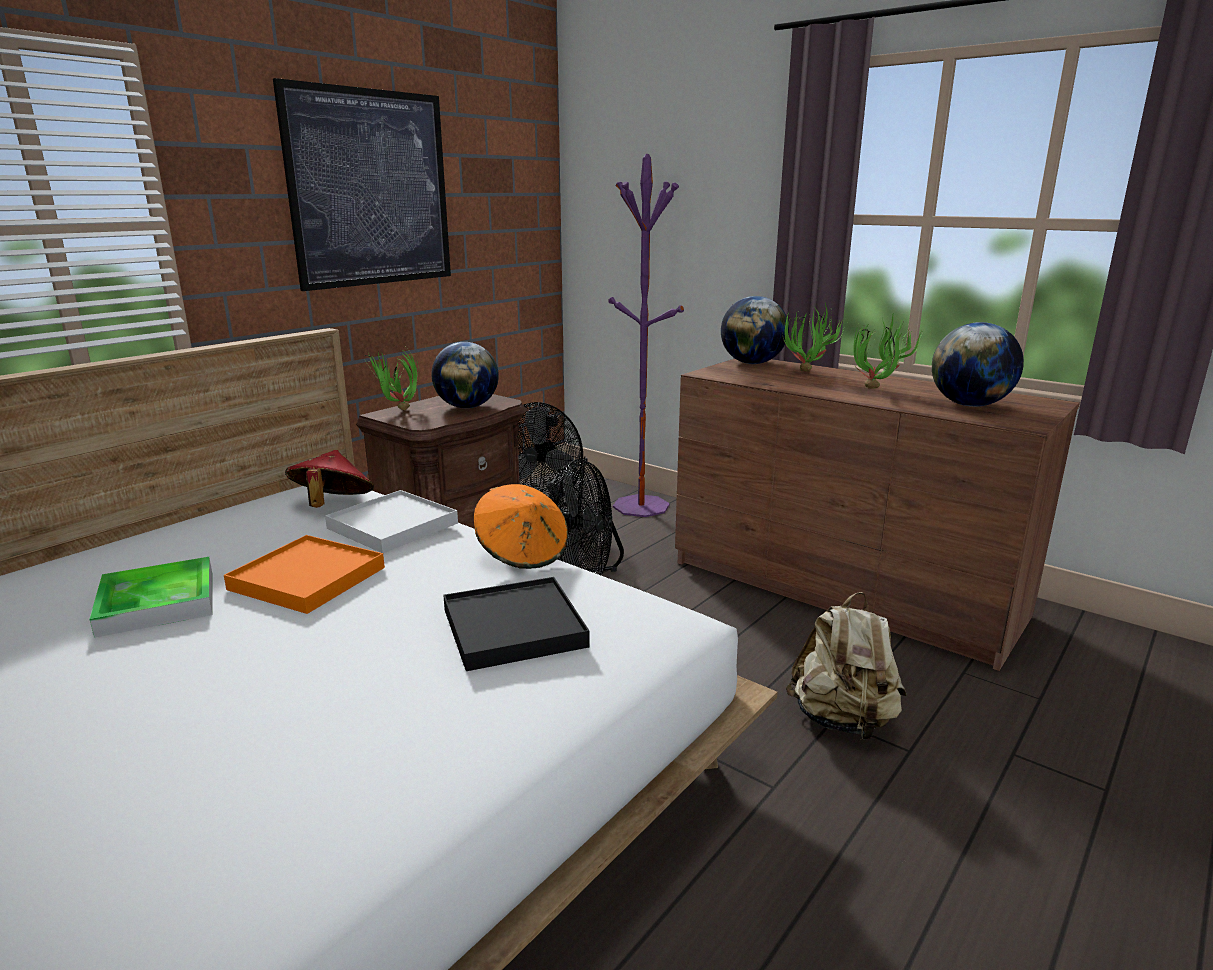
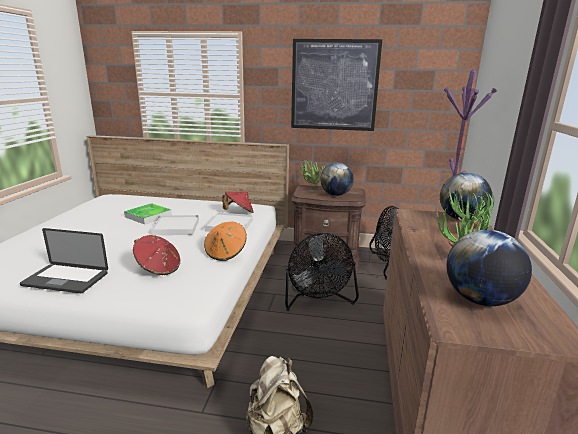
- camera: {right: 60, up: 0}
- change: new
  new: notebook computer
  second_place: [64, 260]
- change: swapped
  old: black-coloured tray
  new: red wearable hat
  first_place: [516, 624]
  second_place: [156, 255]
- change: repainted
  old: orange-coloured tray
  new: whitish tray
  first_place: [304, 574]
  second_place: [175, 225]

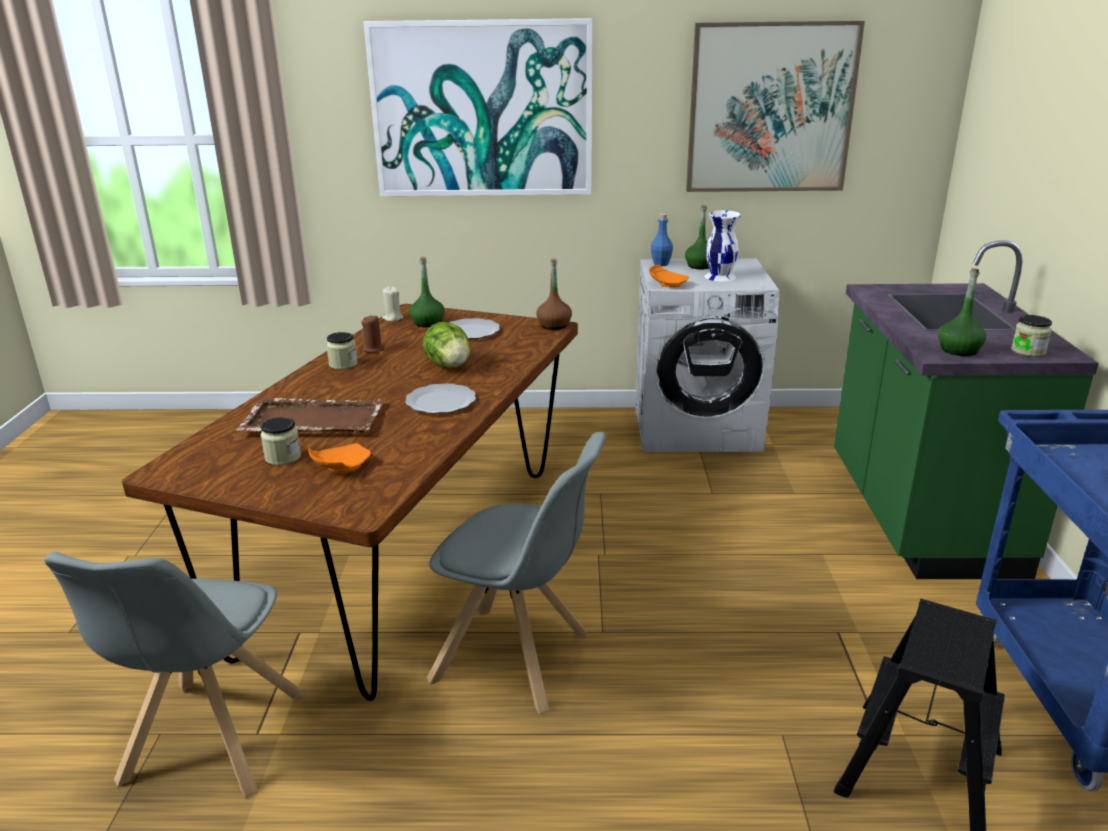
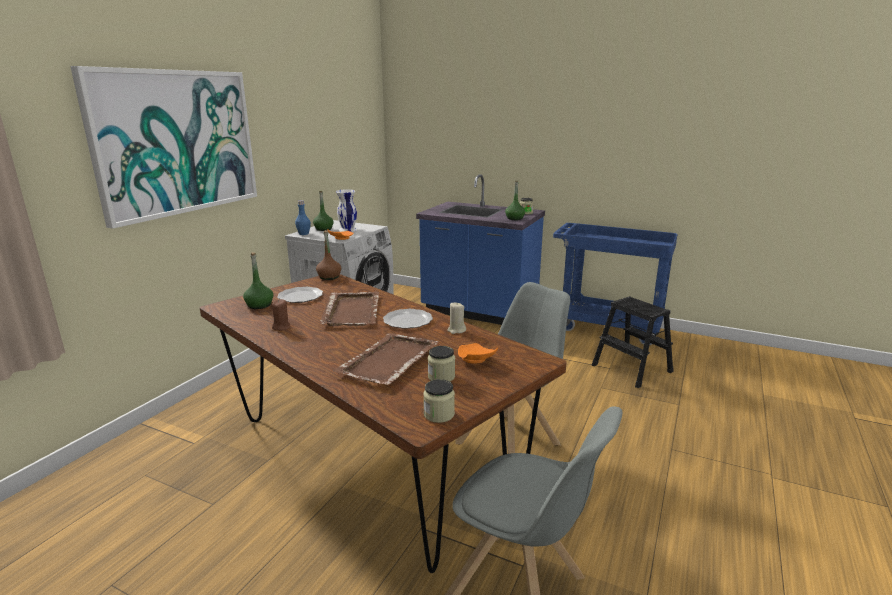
- camera: {right: -65, up: -5}
- change: gone
  old: wall picture
  first_place: [775, 106]
- change: shifted
  old: preserve jar
  first_place: [342, 351]
  second_place: [439, 401]
- change: shifted
  old: sand-coloured wax candle
  first_place: [392, 303]
  second_place: [456, 318]
- change: swapped
  old: lettuce head
  new: brownish tray
  first_place: [446, 345]
  second_place: [349, 309]
- change: repainted
  old: green counter
  new: blue-coloured counter
  first_place: [966, 409]
  second_place: [480, 249]

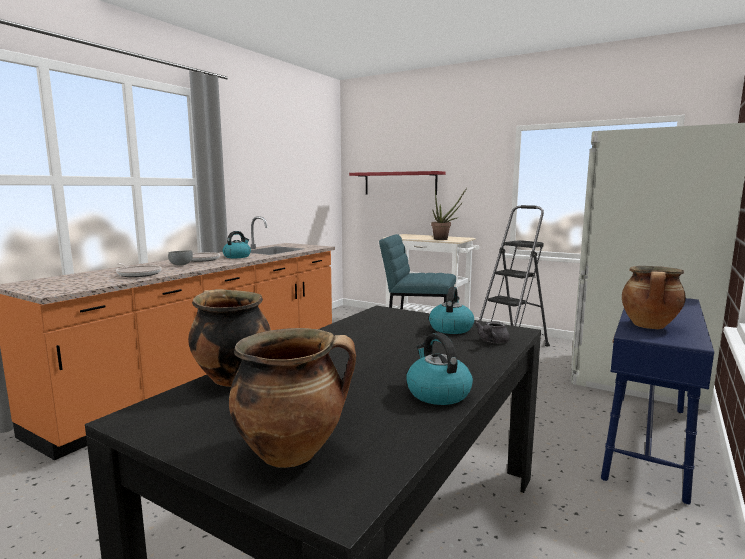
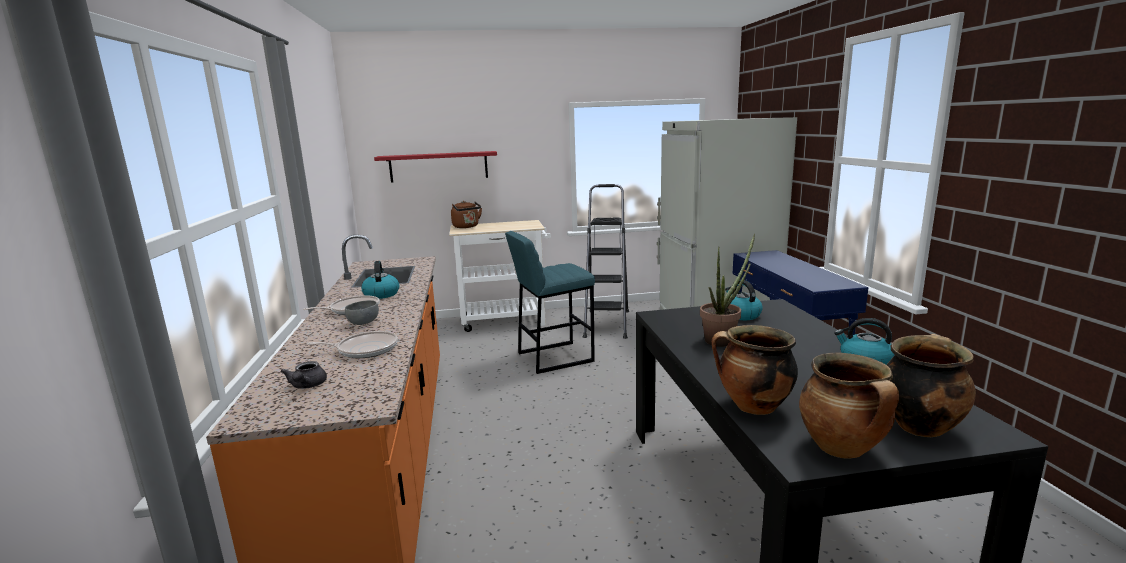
- camera: {right: -40, up: 5}
- change: new
  new: brownish water kettle
  second_place: [466, 214]
- change: shifted
  old: plant in a pot
  first_place: [449, 214]
  second_place: [727, 290]
- change: shifted
  old: greyish pot for tea
  first_place: [492, 332]
  second_place: [303, 375]
- change: shifted
  old: cooking pot
  first_place: [654, 297]
  second_place: [849, 405]

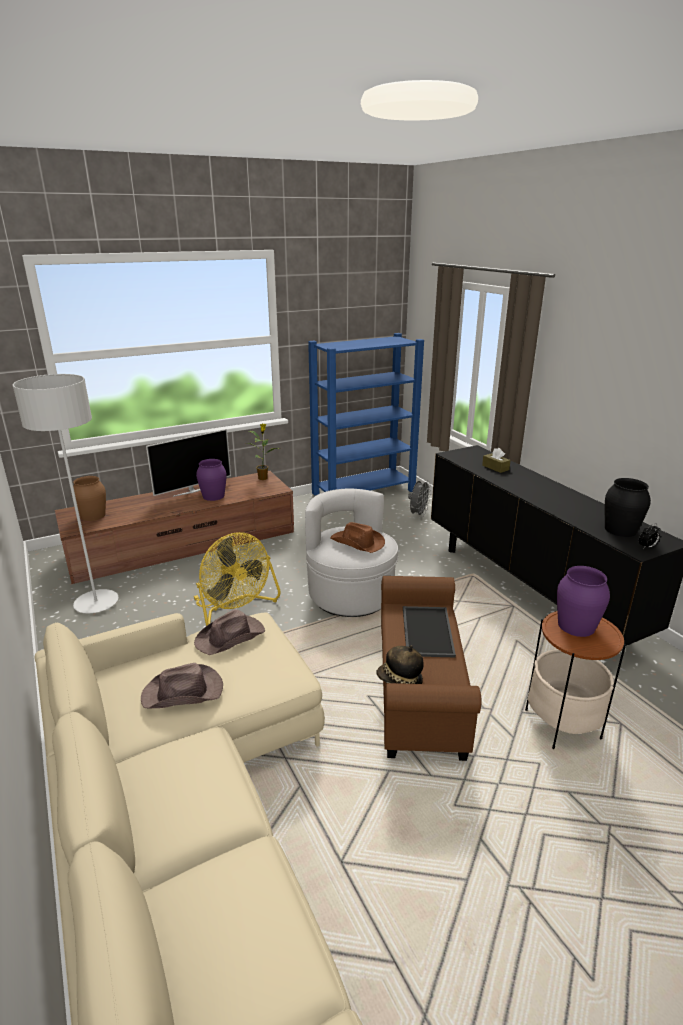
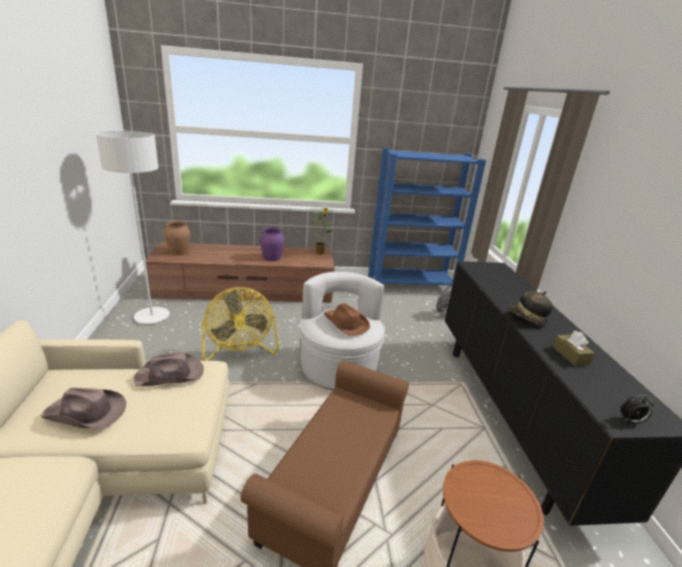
- camera: {right: 20, up: 0}
- change: gone
  old: TV
  first_place: [188, 463]
- change: gone
  old: tray
  first_place: [429, 632]
- change: gone
  old: purple-coloured vase
  first_place: [583, 601]
- change: gone
  old: black-coloured vase
  first_place: [628, 507]
- change: shifted
  old: wearable hat
  first_place: [400, 664]
  second_place: [531, 308]
- change: shifted
  old: brownish tissue box
  first_place: [496, 460]
  second_place: [574, 348]

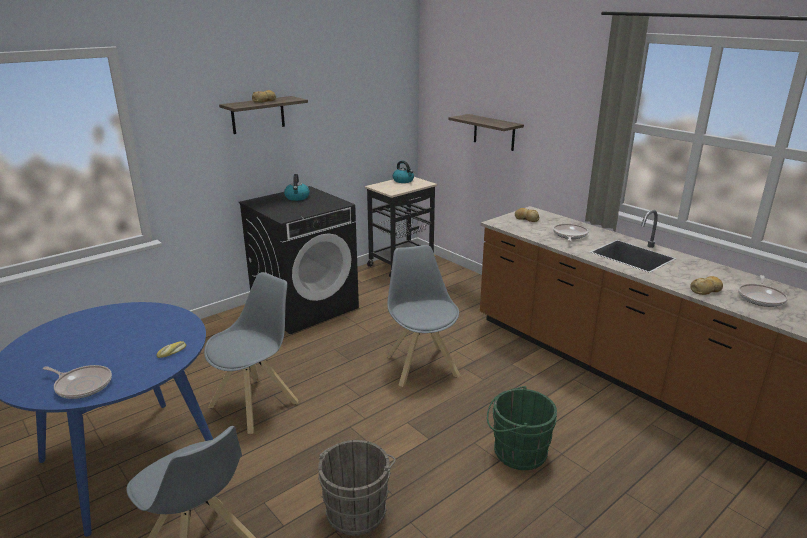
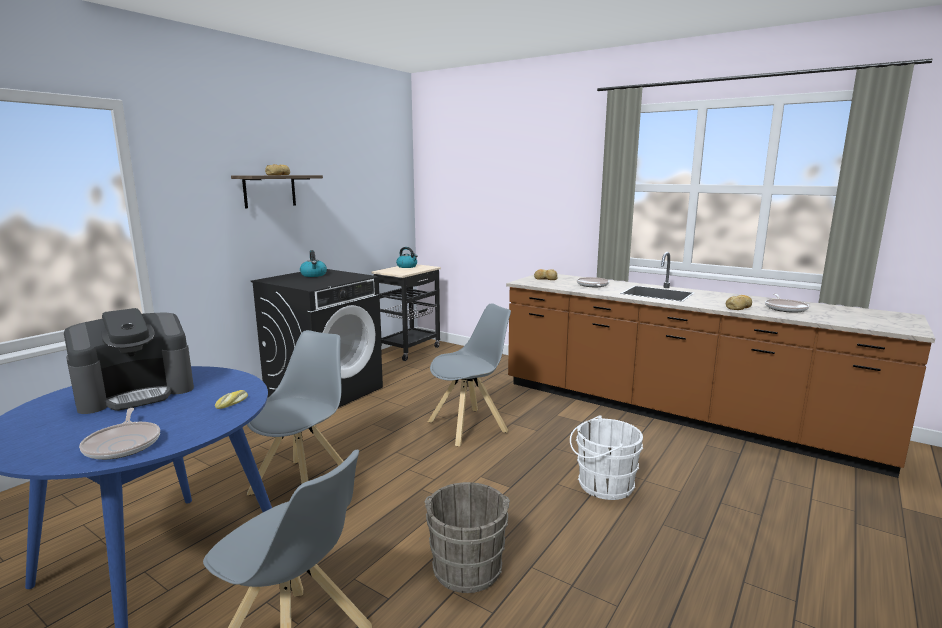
- camera: {right: -15, up: -10}
- change: gone
  old: bracket shelf
  first_place: [486, 132]
- change: new
  new: coffee brewer
  second_place: [129, 361]
- change: repainted
  old: green pail
  new: whitish pail
  first_place: [522, 428]
  second_place: [606, 457]
- change: rotated
  old: frying pan
  first_place: [77, 382]
  second_place: [119, 434]
  degrees: 60
- change: rotated
  old: greyish upright chair
  first_place: [423, 316]
  second_place: [469, 374]
  degrees: 90

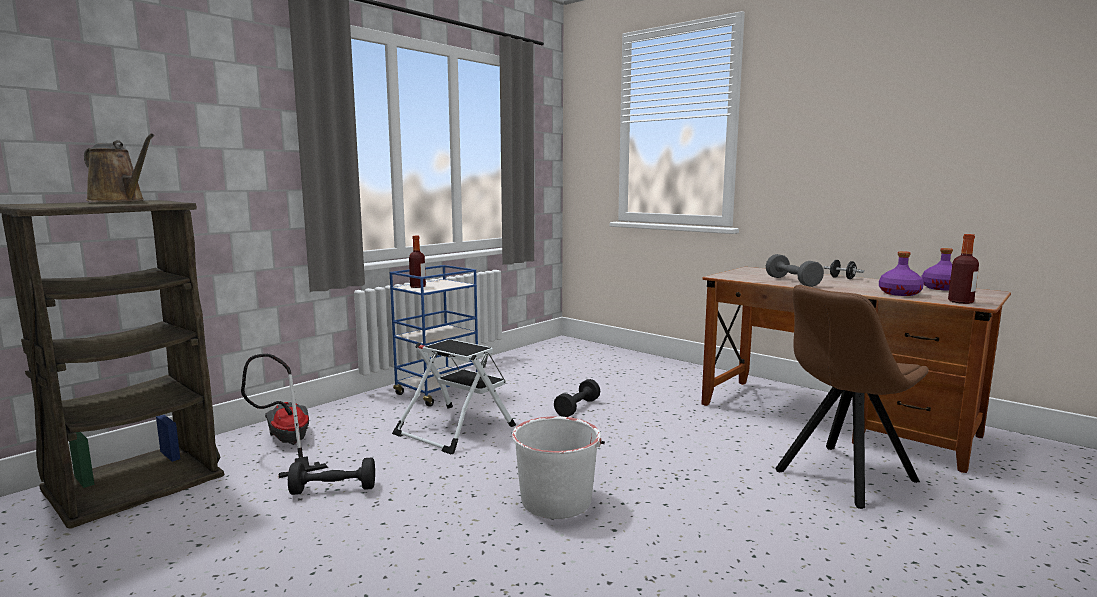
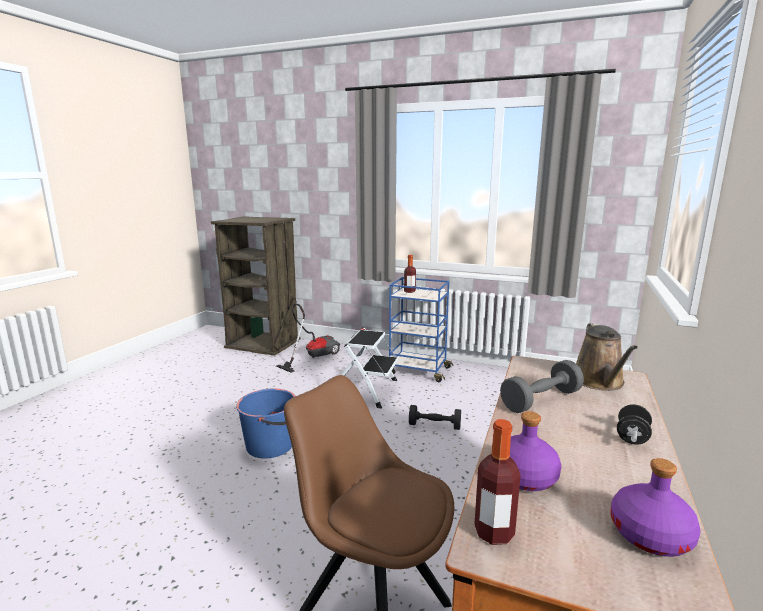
- camera: {right: 70, up: 5}
- change: gone
  old: black-coloured hand weight
  first_place: [331, 476]
- change: shifted
  old: brownish watering can
  first_place: [119, 167]
  second_place: [607, 357]
- change: repainted
  old: whitish pail
  new: blue-coloured pail
  first_place: [558, 467]
  second_place: [266, 423]

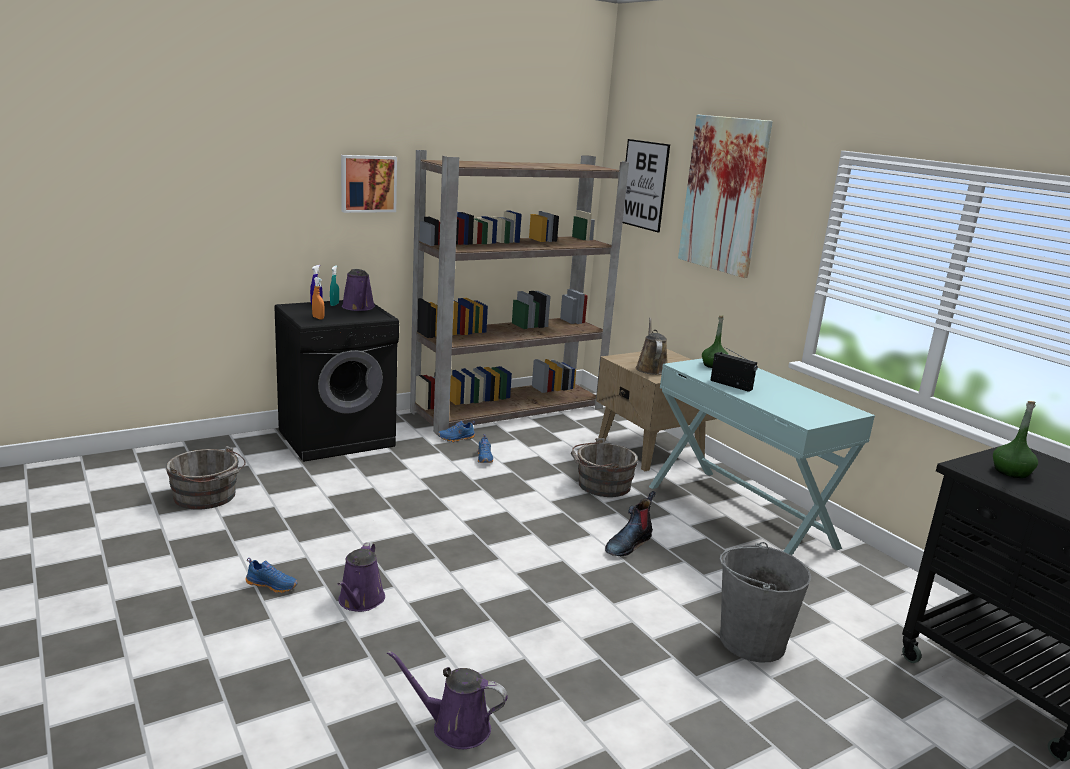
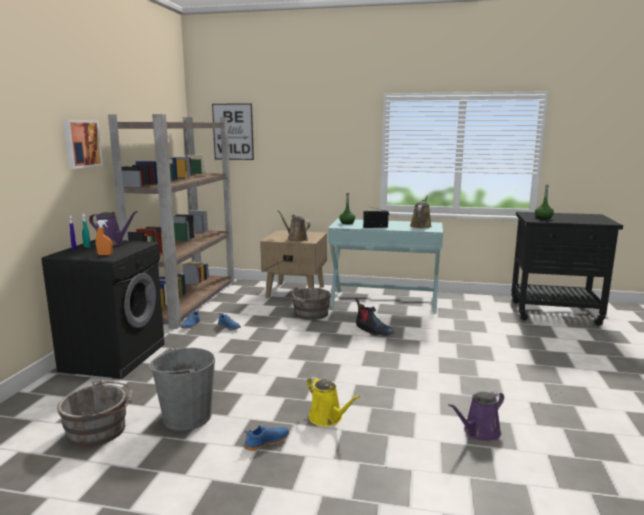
- camera: {right: -45, up: -5}
- change: gone
  old: wall picture
  first_place: [725, 196]
- change: new
  new: brownish watering can
  second_place: [421, 211]
- change: shifted
  old: greyish pail
  first_place: [765, 602]
  second_place: [182, 389]
- change: repainted
  old: purple-coloured watering can
  new: yellow-coloured watering can
  first_place: [361, 577]
  second_place: [333, 401]
- change: rotated
  old: tall boot
  first_place: [630, 523]
  second_place: [375, 317]
  degrees: -45

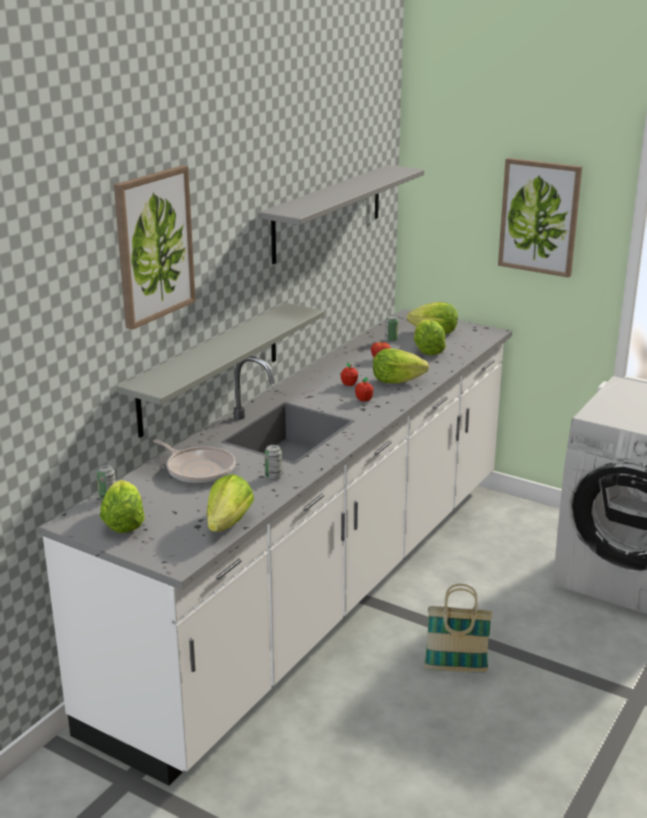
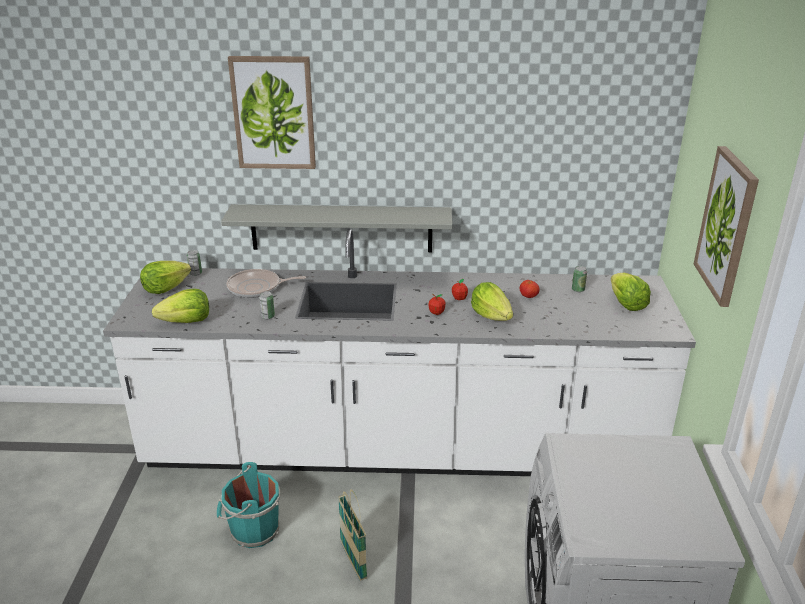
- camera: {right: 60, up: 5}
- change: gone
  old: greyish bracket shelf
  first_place: [341, 214]
- change: gone
  old: lettuce head
  first_place: [430, 337]
- change: new
  new: turquoise pail
  second_place: [248, 505]
- change: rotated
  old: frying pan
  first_place: [194, 461]
  second_place: [266, 283]
  degrees: 75

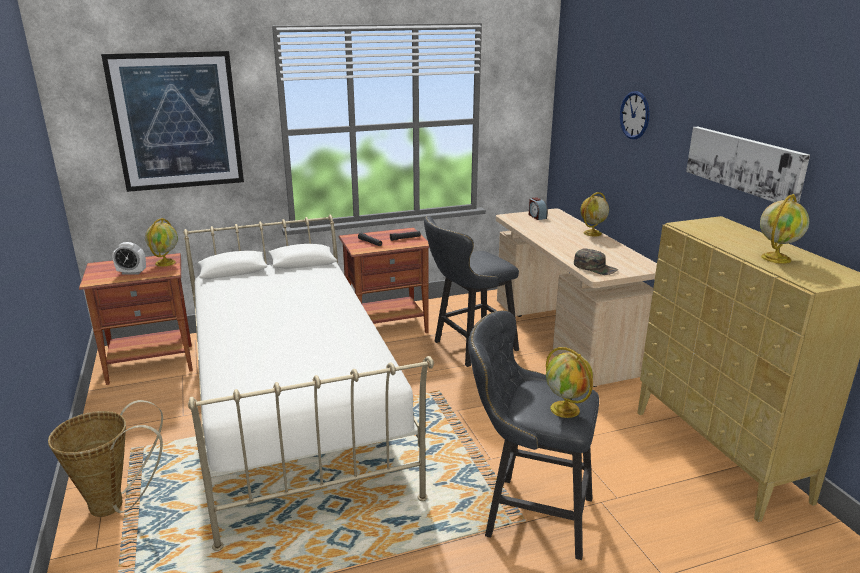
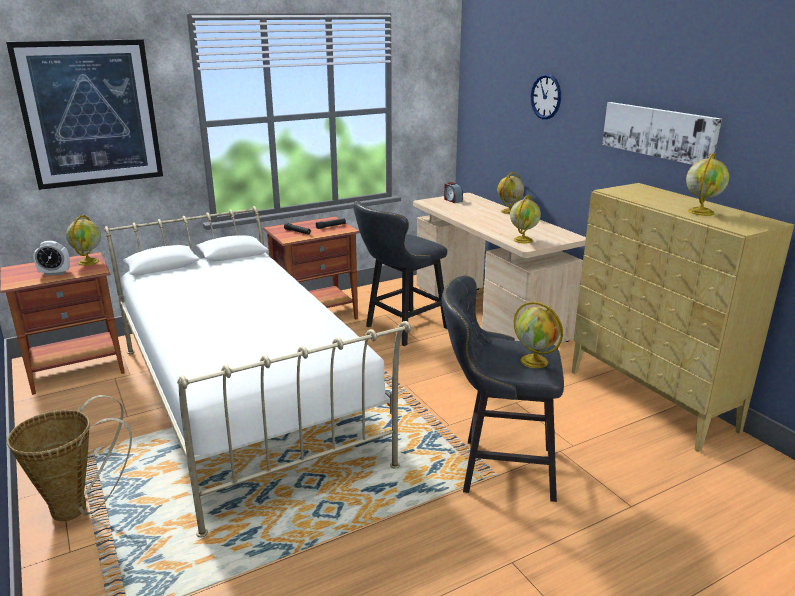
- camera: {right: -10, up: 0}
- change: swapped
  old: green baseball cap
  new: world globe
  first_place: [596, 261]
  second_place: [525, 219]

